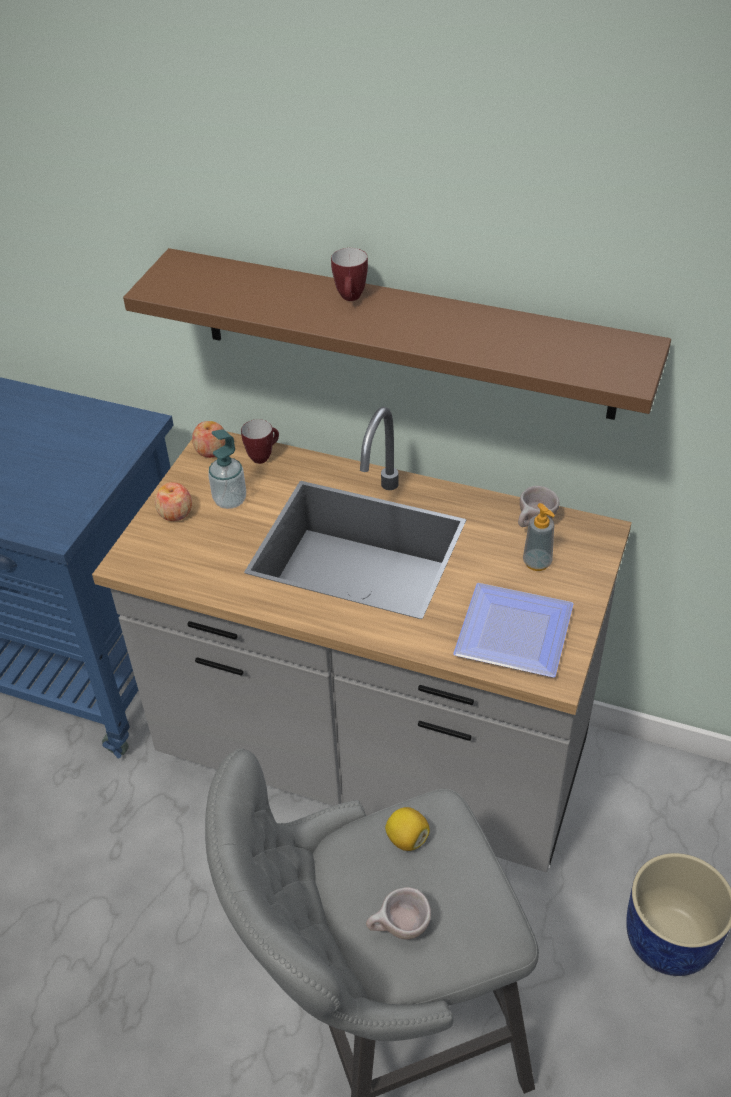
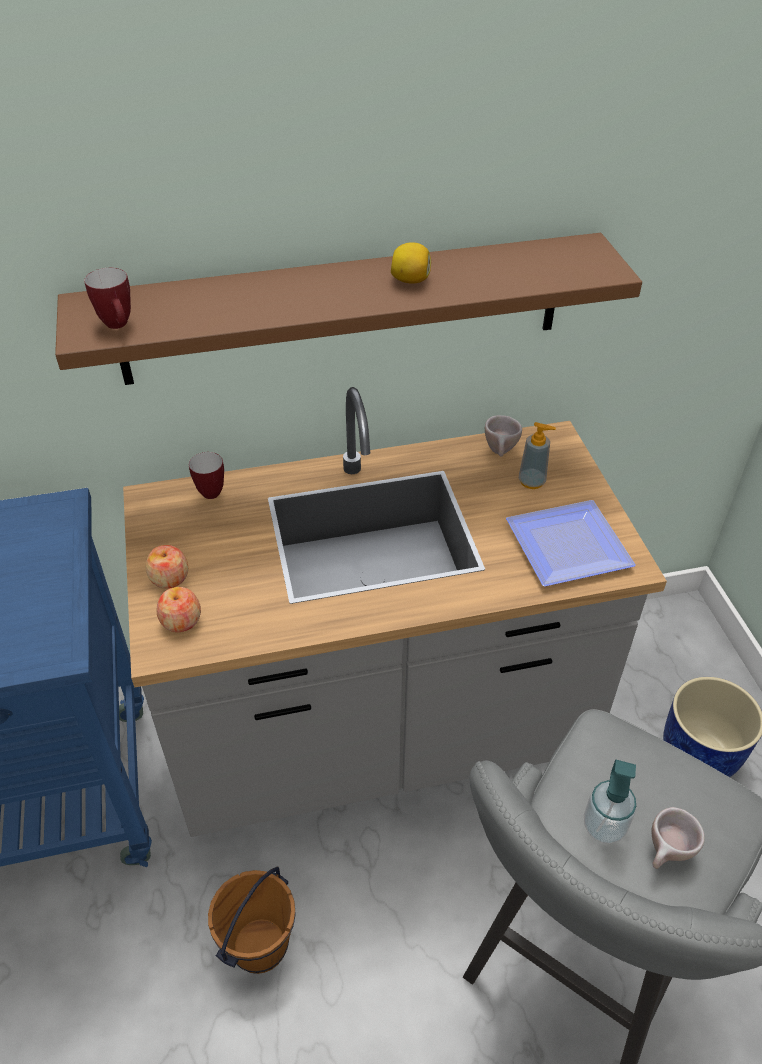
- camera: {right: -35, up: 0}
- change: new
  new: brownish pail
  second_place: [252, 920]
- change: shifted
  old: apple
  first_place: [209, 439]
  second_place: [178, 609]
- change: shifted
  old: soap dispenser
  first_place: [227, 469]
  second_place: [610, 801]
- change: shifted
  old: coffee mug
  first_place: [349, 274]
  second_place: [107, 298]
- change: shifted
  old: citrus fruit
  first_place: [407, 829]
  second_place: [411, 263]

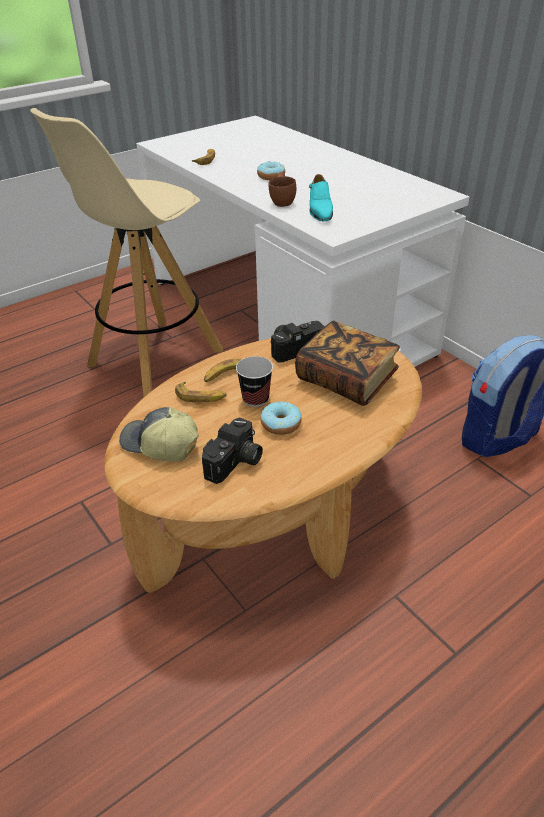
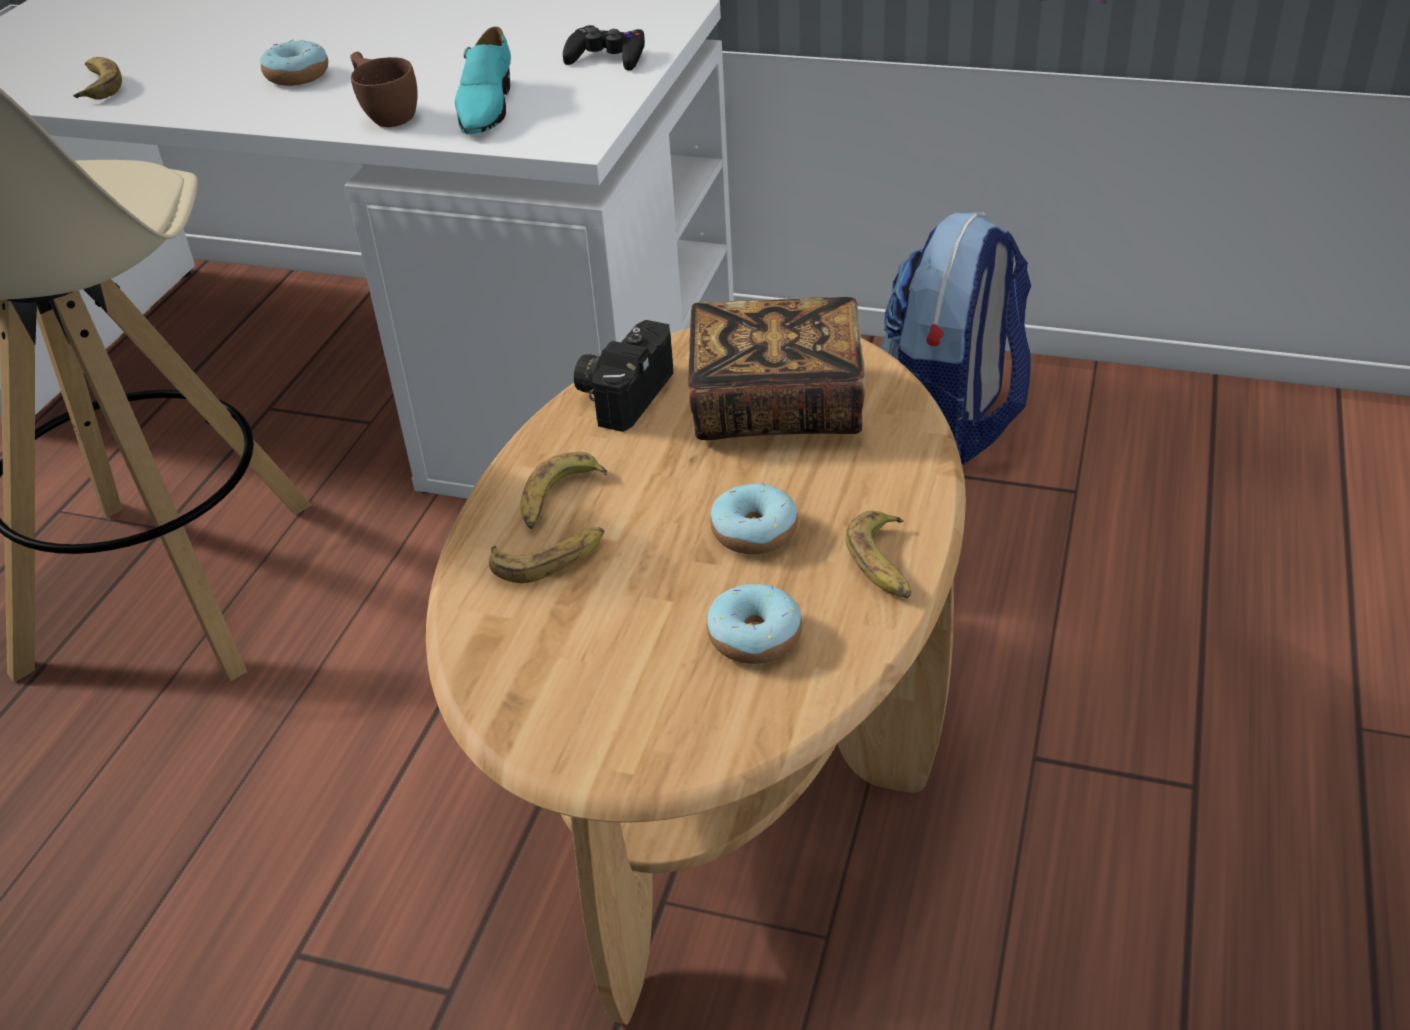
- camera: {right: -35, up: 0}
- change: gone
  old: baseball cap
  first_place: [159, 434]
- change: gone
  old: drinking cup
  first_place: [254, 381]
- change: new
  new: black-coloured gamepad
  second_place: [604, 48]
- change: new
  new: banana fruit
  second_place: [878, 554]
- change: swapped
  old: photo camera
  new: donut
  first_place: [232, 450]
  second_place: [754, 624]
- change: rotated
  old: turquoise item of footwear
  first_place: [321, 197]
  second_place: [483, 80]
  degrees: 45

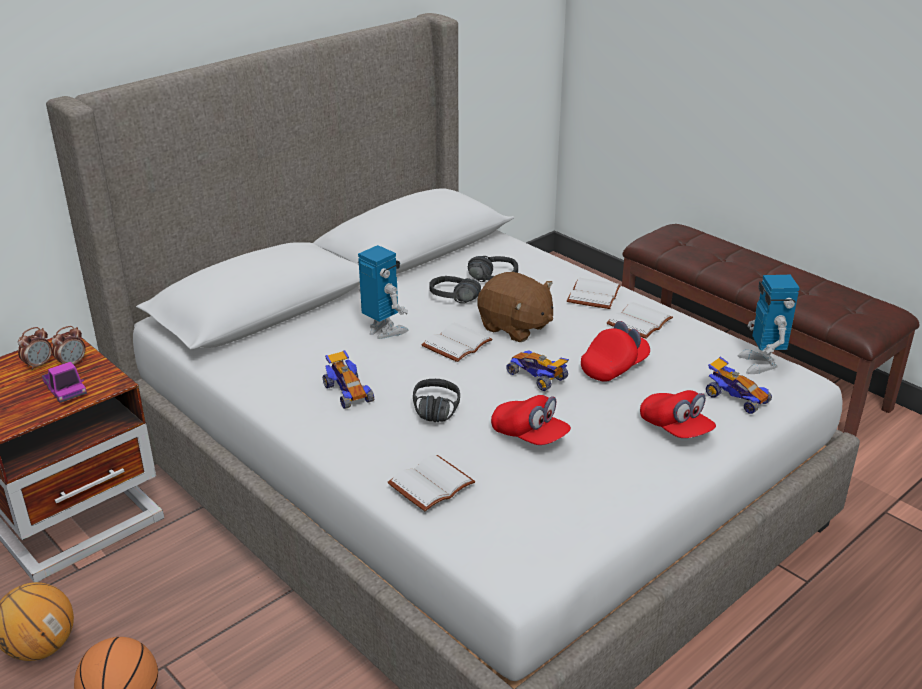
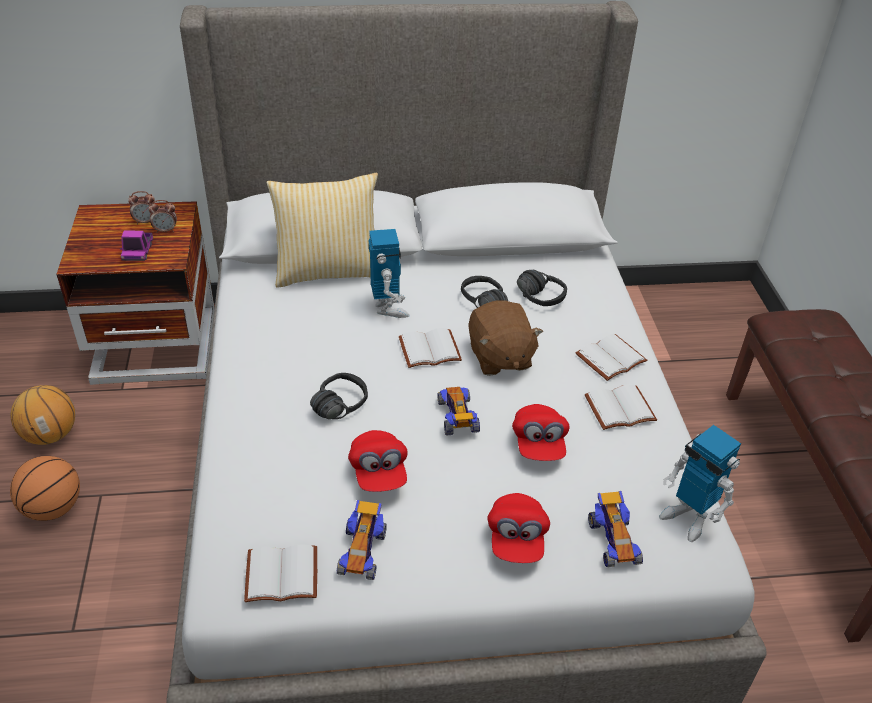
- camera: {right: 35, up: 10}
- change: new
  new: cushion
  second_place: [322, 230]
- change: shifted
  old: miniature car
  first_place: [348, 379]
  second_place: [362, 540]
- change: shifted
  old: whitish volume
  first_place: [431, 483]
  second_place: [280, 573]
- change: rotated
  old: red baseball cap
  first_place: [615, 351]
  second_place: [540, 432]
  degrees: 90
- change: rotated
  old: toy robot
  first_place: [768, 324]
  second_place: [700, 483]
  degrees: -75

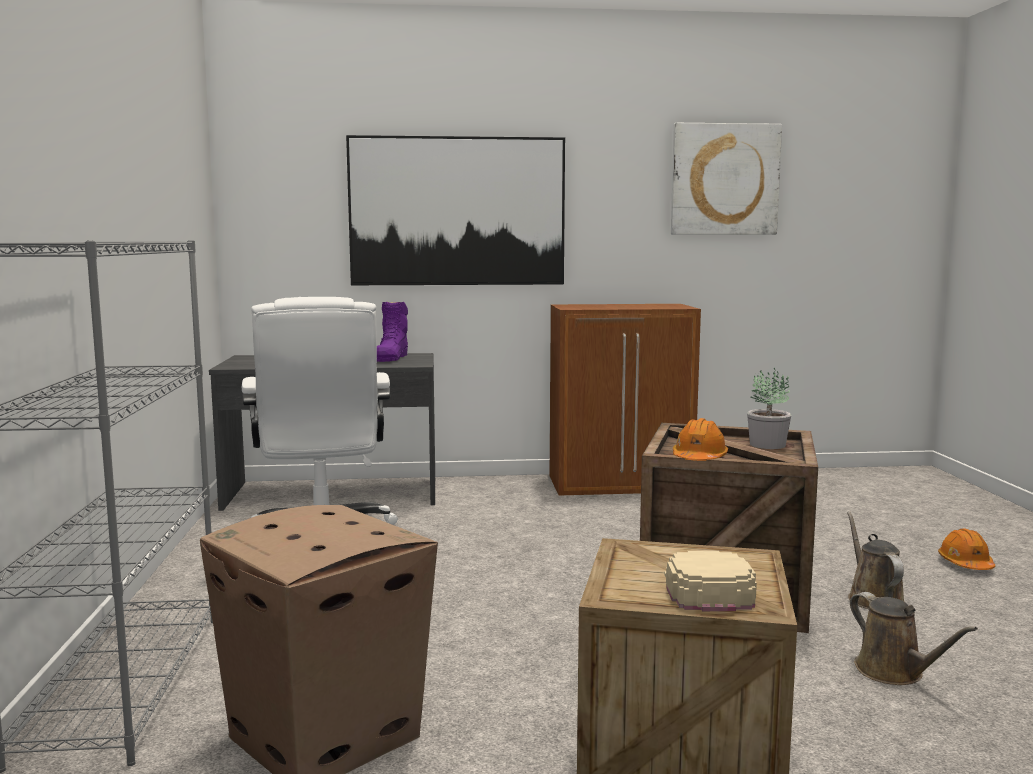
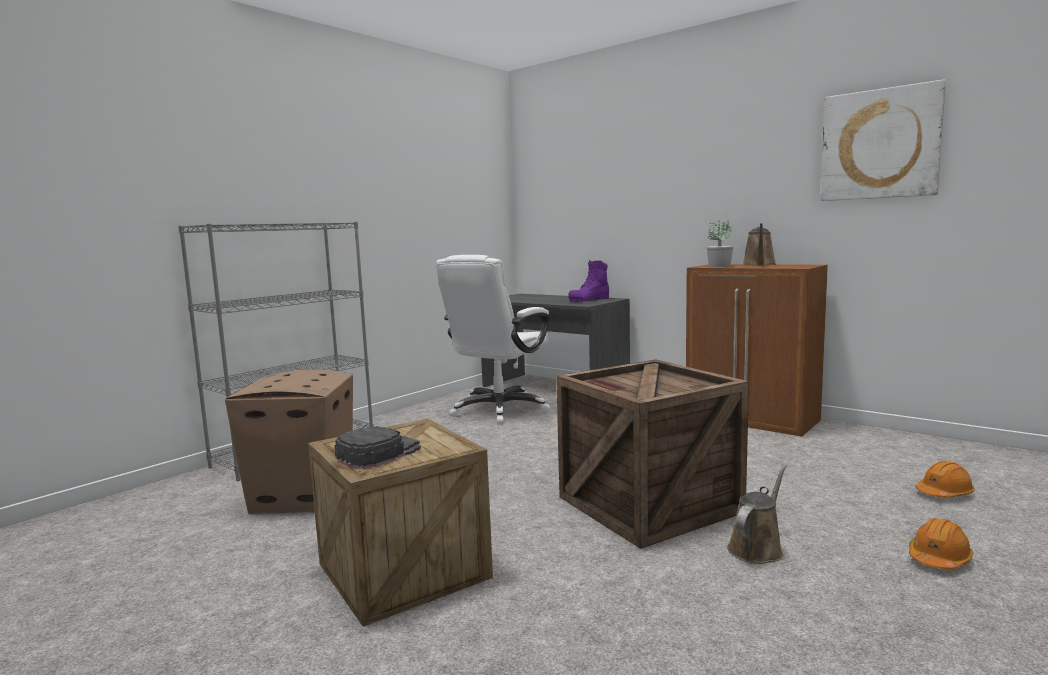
- camera: {right: 45, up: 0}
- change: gone
  old: wall picture
  first_place: [455, 210]
- change: shifted
  old: orange-coloured hard hat
  first_place: [700, 439]
  second_place: [945, 479]
- change: shifted
  old: plant in a pot
  first_place: [769, 408]
  second_place: [720, 243]
- change: shifted
  old: brownish watering can
  first_place: [914, 638]
  second_place: [758, 244]
- change: repainted
  old: sand-coloured baseball cap
  new: black-coloured baseball cap
  first_place: [710, 581]
  second_place: [377, 447]

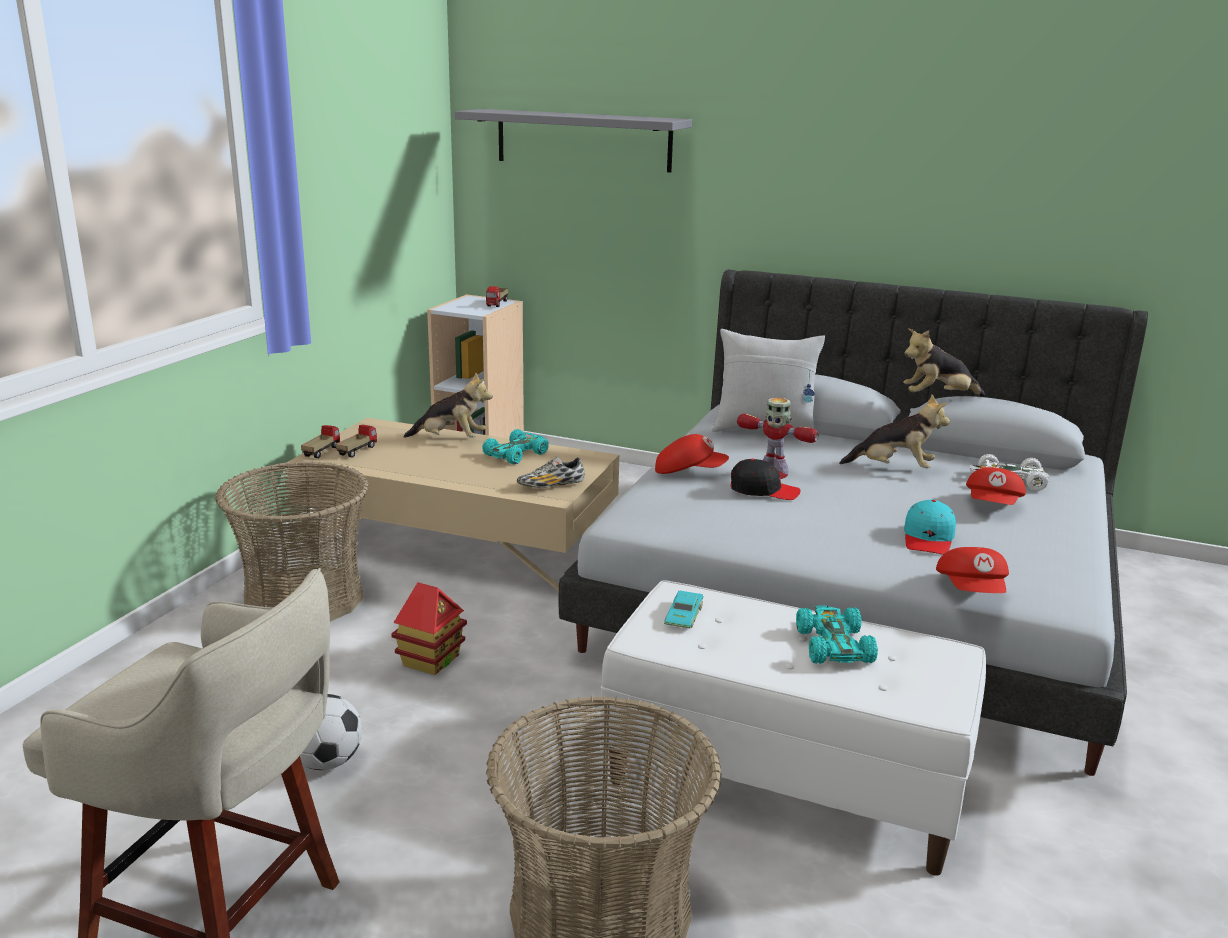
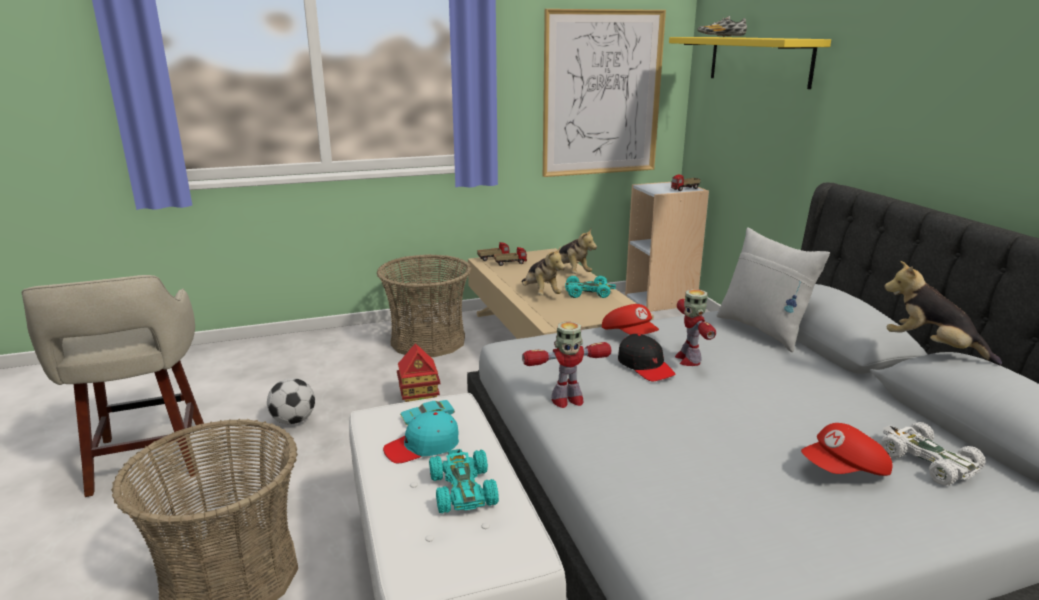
- camera: {right: 50, up: 0}
- change: gone
  old: red baseball cap
  first_place: [972, 570]
- change: new
  new: toy robot
  second_place: [566, 365]
- change: new
  new: wall picture
  second_place: [604, 93]
- change: shifted
  old: item of footwear
  first_place: [551, 472]
  second_place: [722, 26]
- change: shifted
  old: cuddly toy
  first_place: [894, 431]
  second_place: [543, 271]
- change: shifted
  old: turquoise baseball cap
  first_place: [930, 527]
  second_place: [421, 437]
- change: repainted
  old: greyish bracket shelf
  new: yellow-coloured bracket shelf
  first_place: [573, 141]
  second_place: [750, 63]
- change: rotated
  old: turquoise miniature car
  first_place: [837, 635]
  second_place: [464, 481]
  degrees: -60

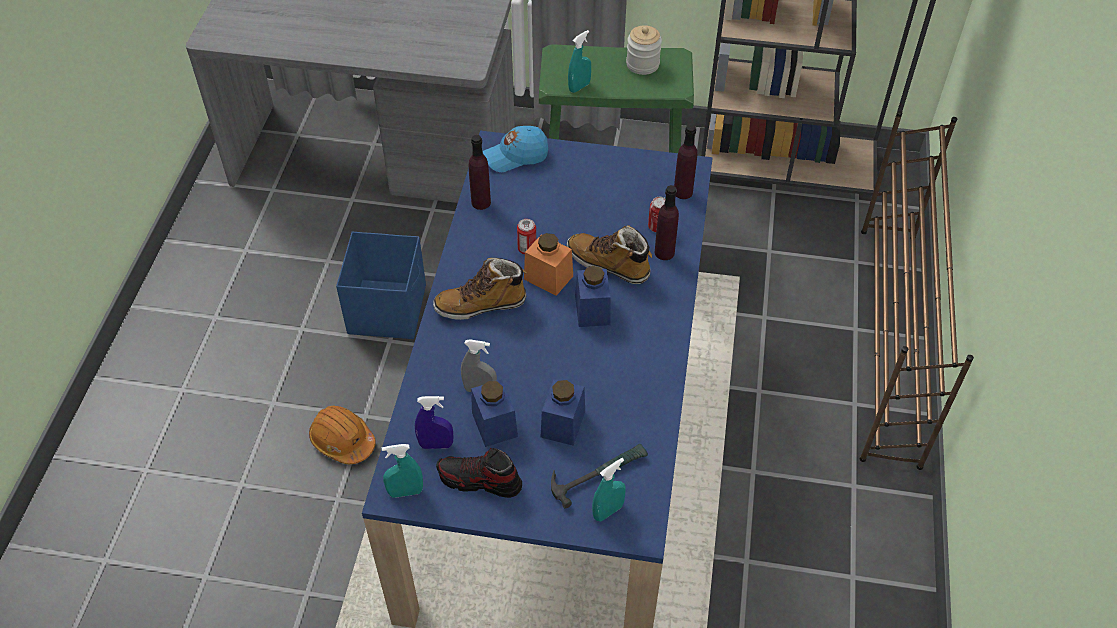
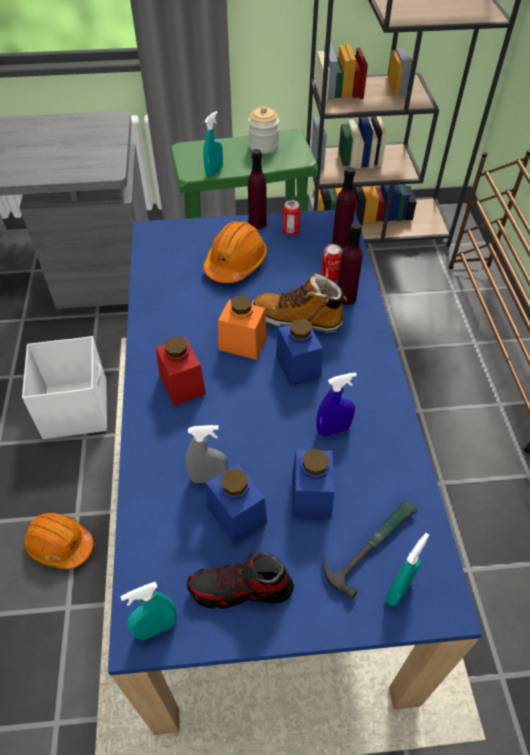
- camera: {right: -15, up: 0}
- change: gone
  old: blue-coloured baseball cap
  first_place: [515, 149]
- change: new
  new: orange-coloured hard hat
  second_place: [235, 252]
- change: shifted
  old: blue-coloured spray bottle
  first_place: [434, 422]
  second_place: [336, 404]
- change: shifted
  old: purple-coloured beverage bottle
  first_place: [480, 172]
  second_place: [257, 189]
- change: shifted
  old: can
  first_place: [526, 237]
  second_place: [292, 217]
- change: swapped
  old: tall boot
  new: red preserve jar
  first_place: [480, 289]
  second_place: [180, 371]
- change: repainted
  old: blue-coloured storage box
  new: whitish storage box
  first_place: [381, 285]
  second_place: [64, 387]

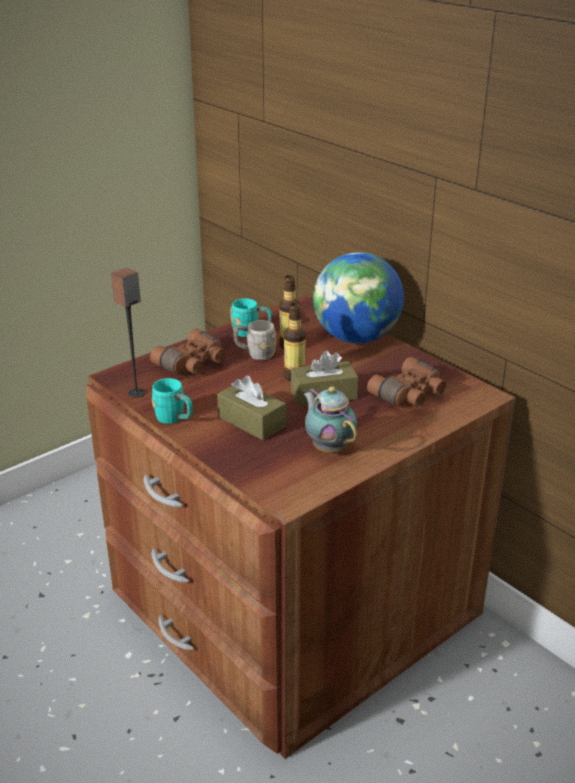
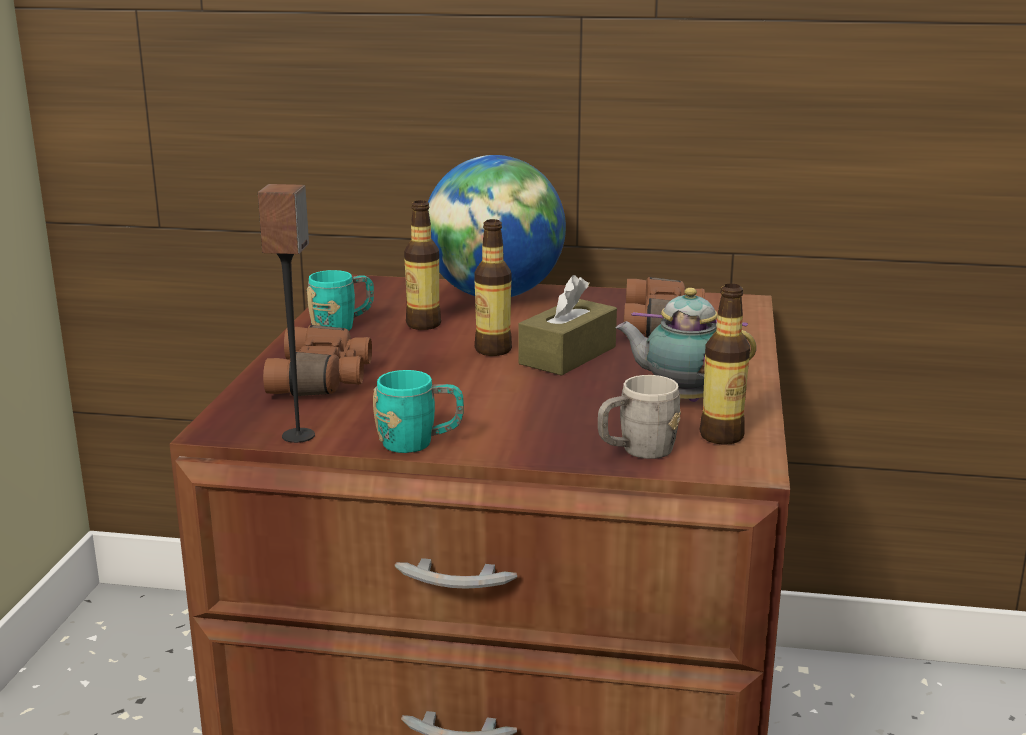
- camera: {right: -40, up: -10}
- change: gone
  old: brownish tissue box
  first_place: [251, 408]
- change: new
  new: beverage bottle
  second_place: [725, 364]
- change: shifted
  old: greyish coffee mug
  first_place: [255, 340]
  second_place: [639, 417]

